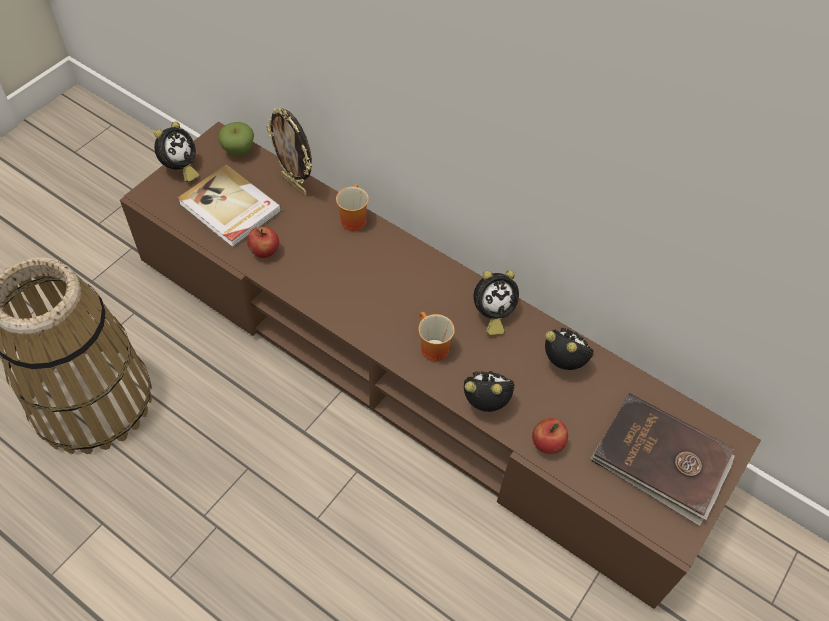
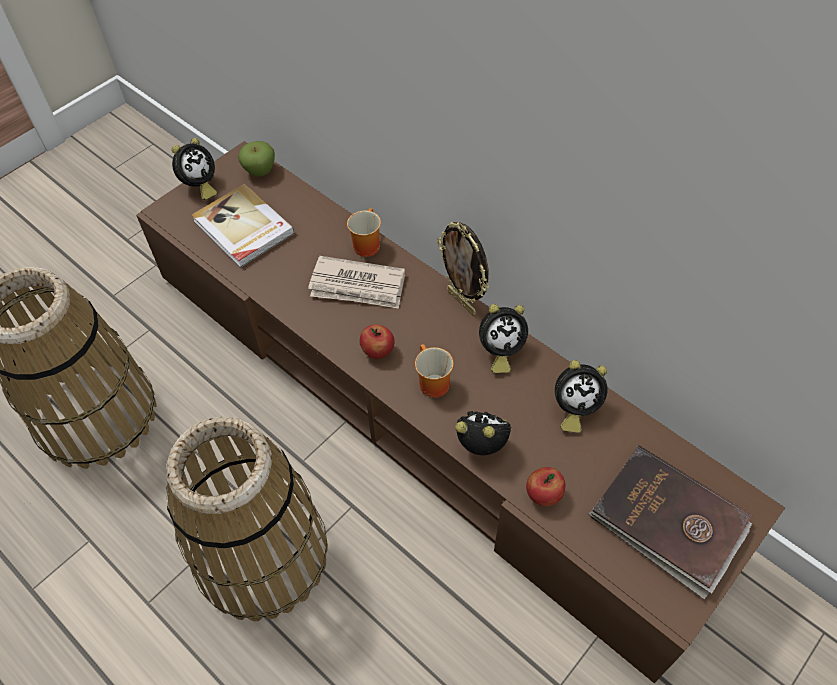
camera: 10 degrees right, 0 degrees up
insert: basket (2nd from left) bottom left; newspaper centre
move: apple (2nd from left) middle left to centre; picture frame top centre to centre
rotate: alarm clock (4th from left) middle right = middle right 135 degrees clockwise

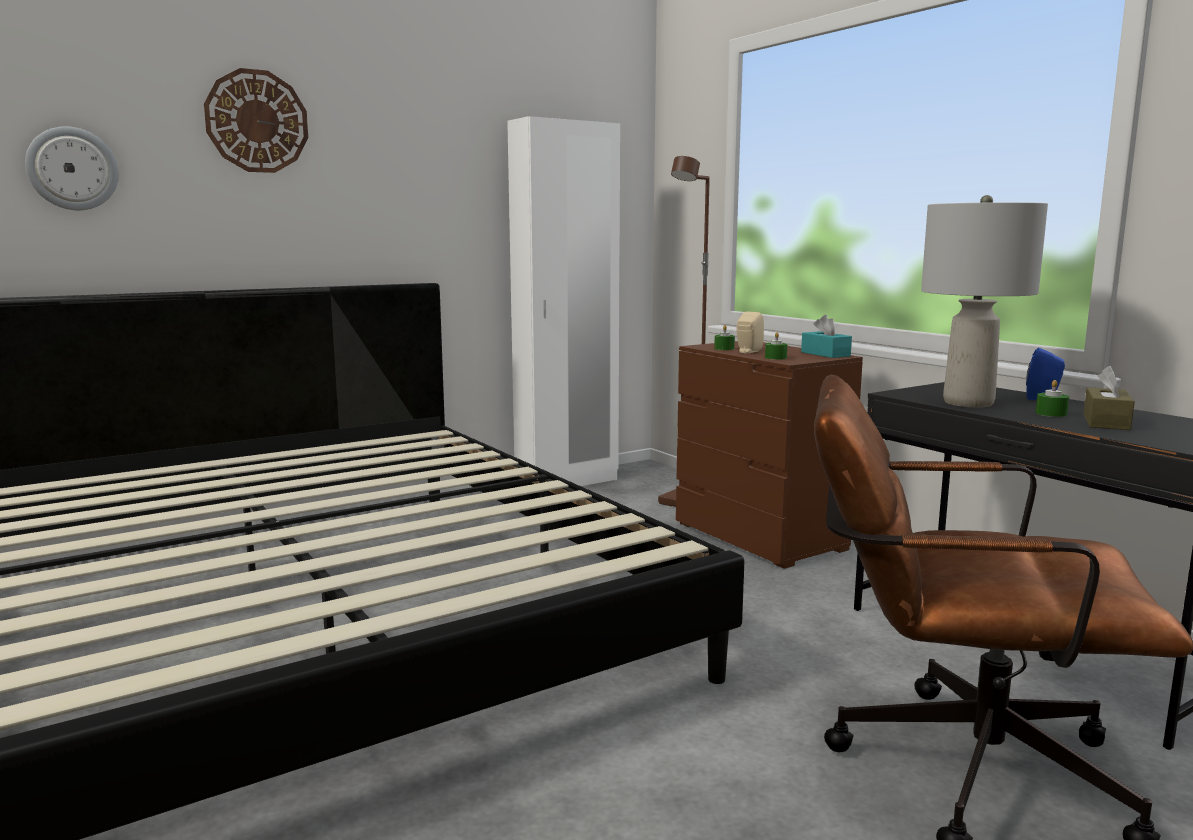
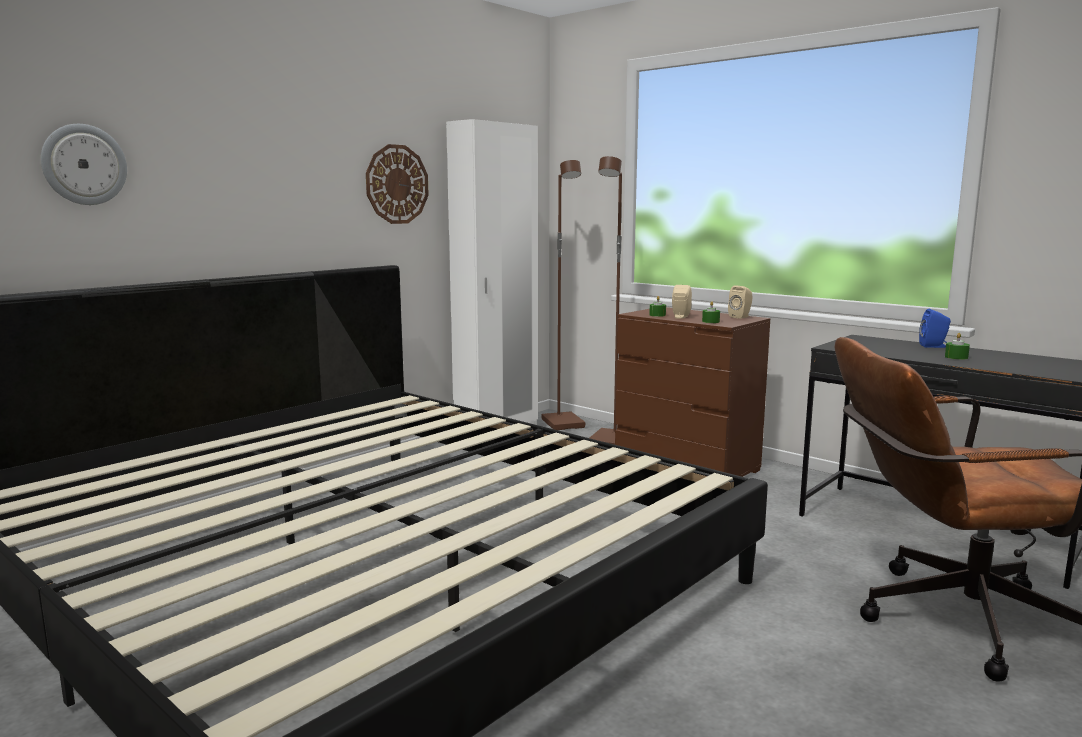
camera: 15 degrees left, 0 degrees up
delete: grey table lamp middle right; brown tissue box middle right
insert: brown floor lamp (1st from left) centre
move: wall clock (2nd from left) top left to top centre
replace: turquoise tissue box middle right to beige speaker (2nd from left) middle right

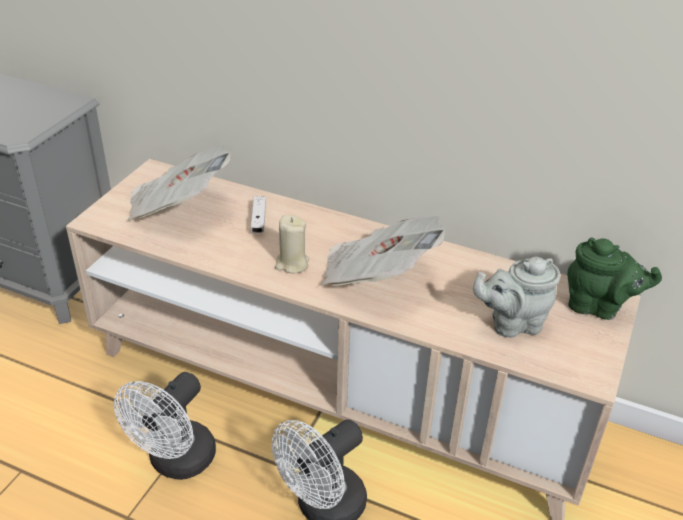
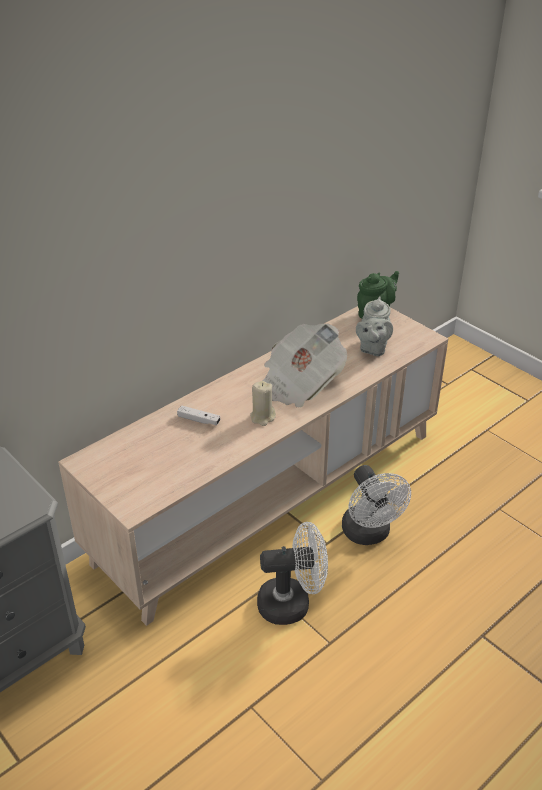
camera: 65 degrees left, 0 degrees up
delete: newspaper (1st from left) middle left
rotate: white fan (1st from left) bottom left = bottom centre 60 degrees counterclockwise

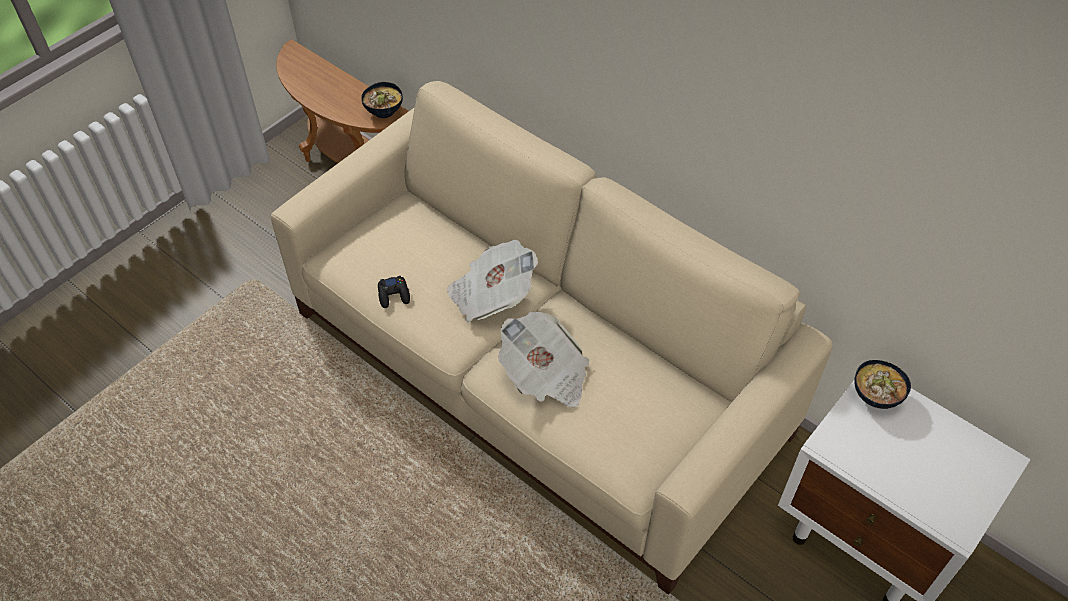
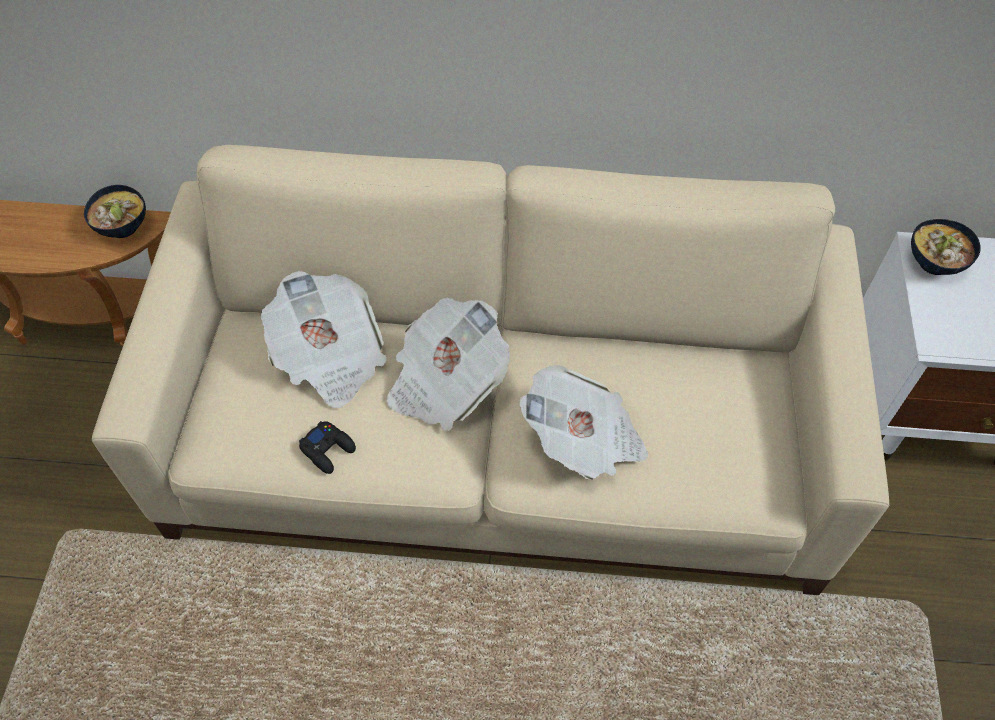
camera: 35 degrees left, 5 degrees up
insert: newspaper (1st from left) middle left

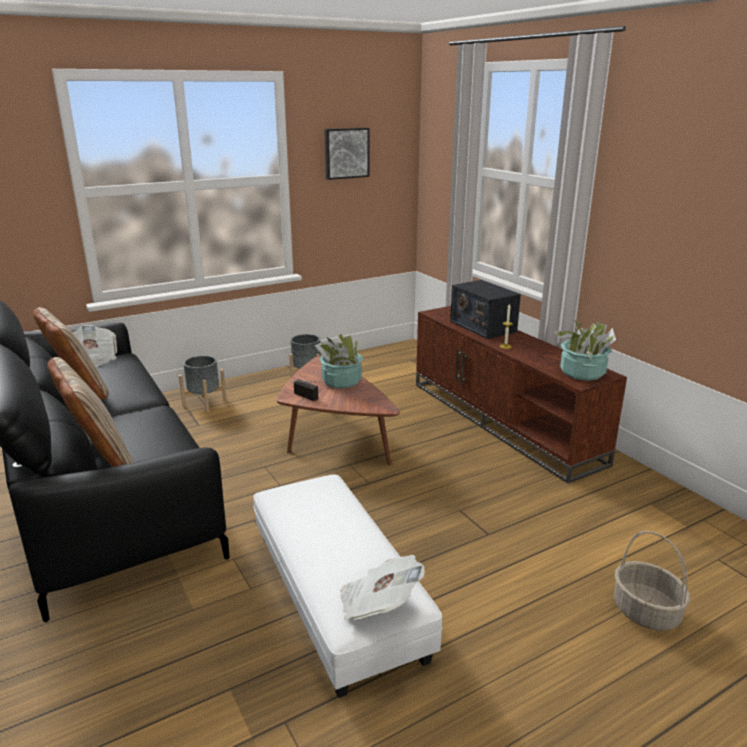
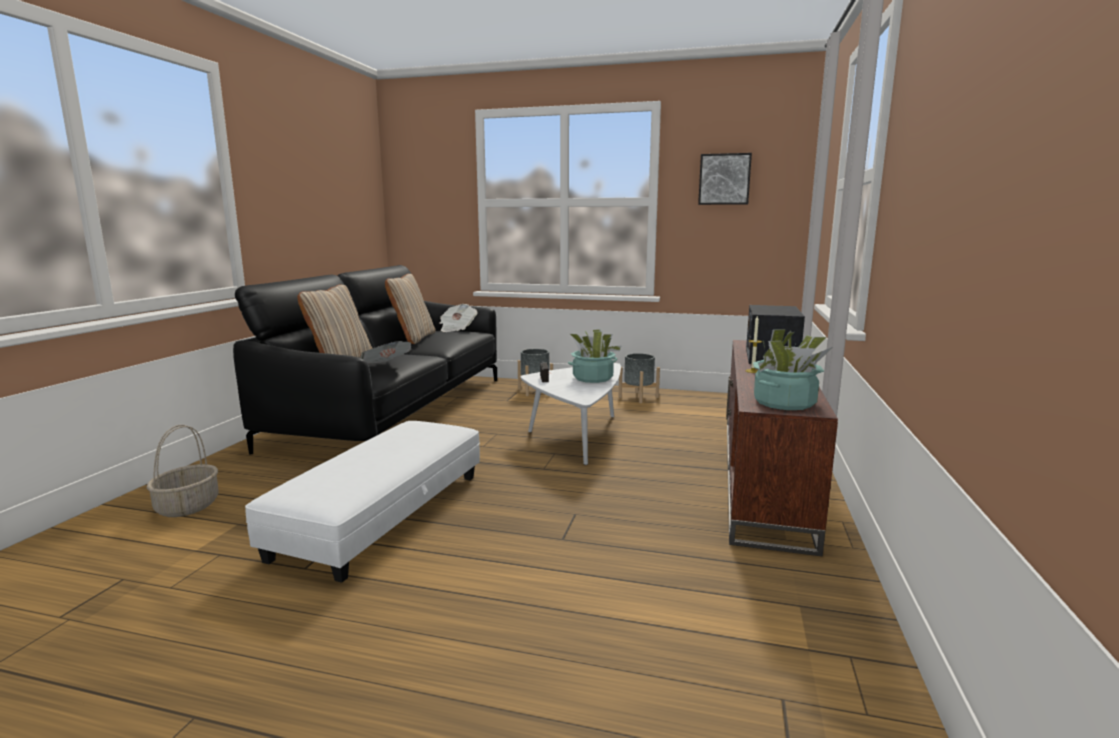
camera: 45 degrees right, 10 degrees down
move: newspaper (2nd from left in the first image) bottom centre to newspaper (1st from left) centre; basket bottom right to middle left
recolor: brown coffee table centre to white coffee table centre

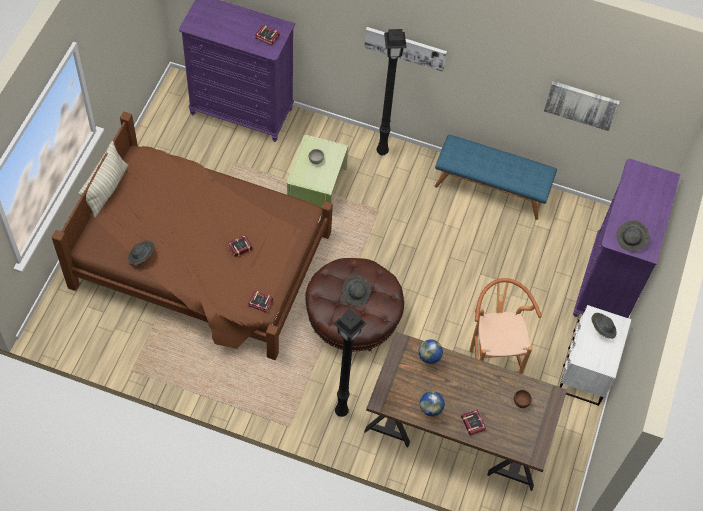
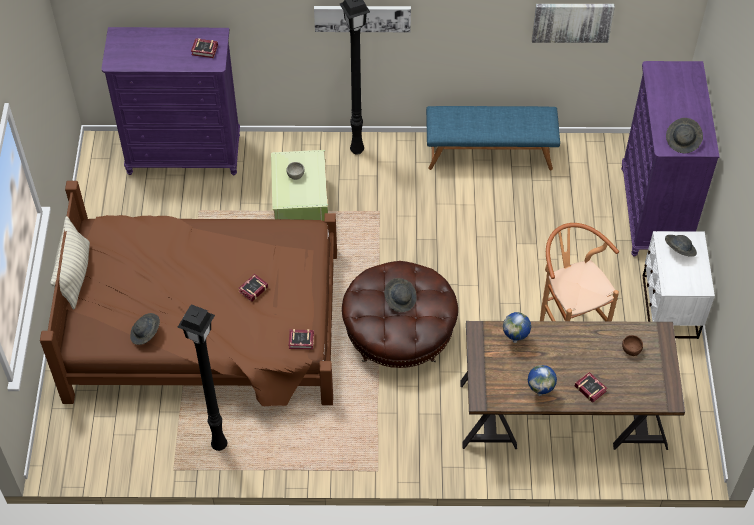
camera: 15 degrees left, 5 degrees down
move: black floor lamp (1st from left) bottom centre to bottom left

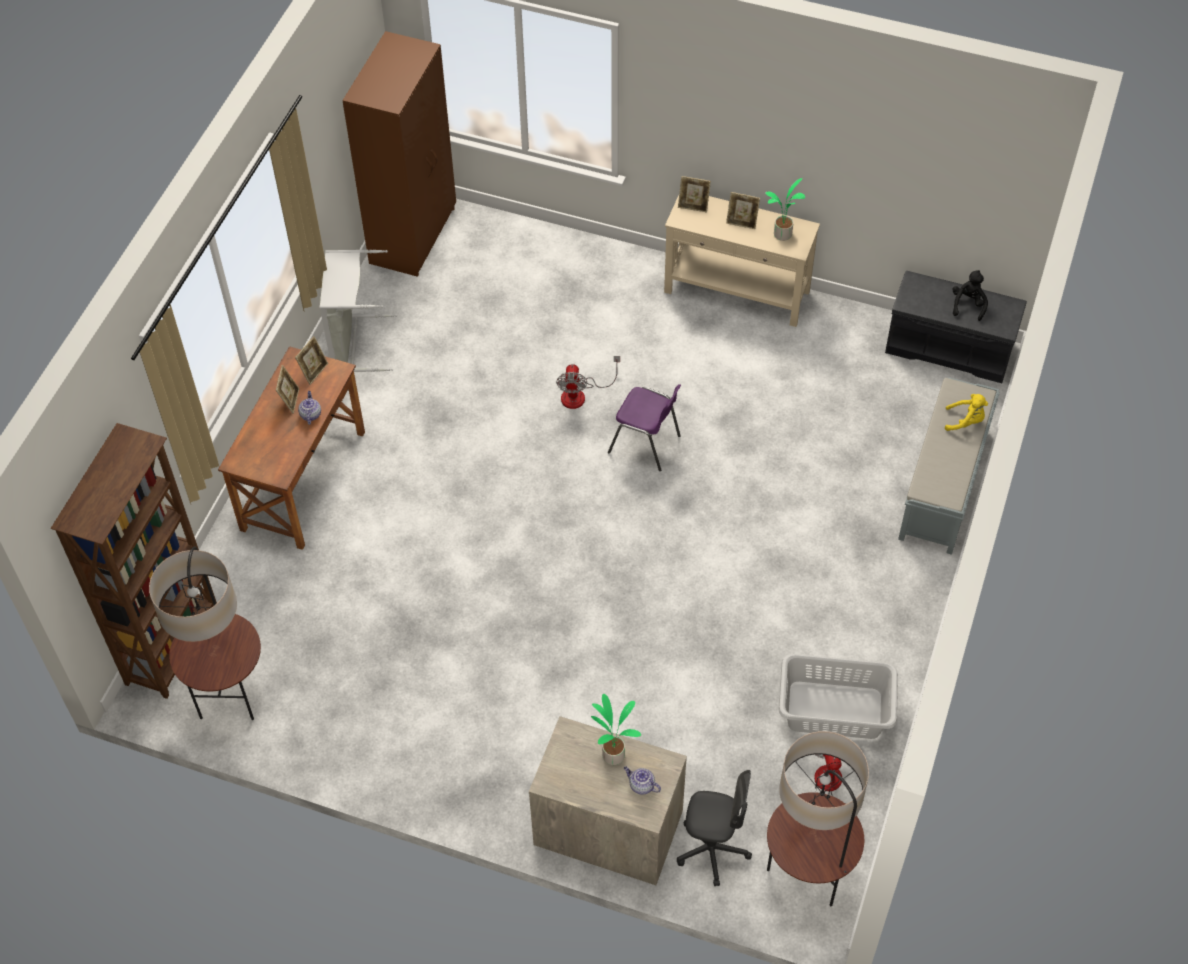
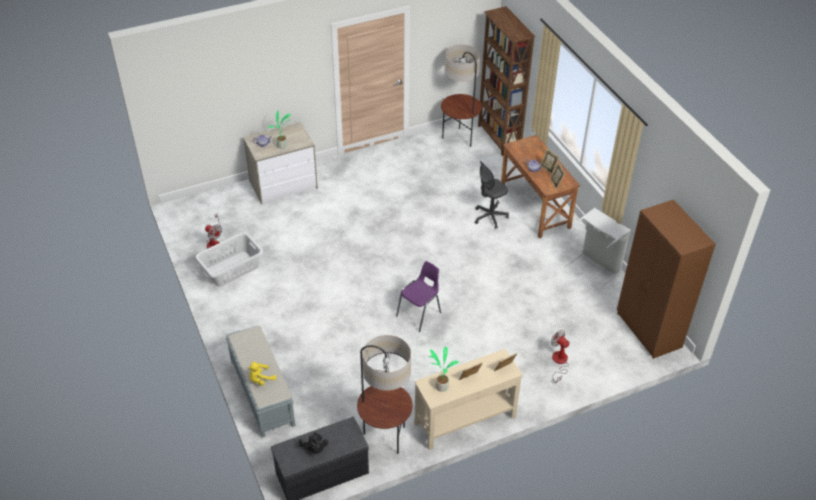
camera: 135 degrees right, 10 degrees down
move: fan (1st from left in the first image) centre to fan (2nd from left) bottom right; grey office chair bottom centre to centre; floor lamp (2nd from left in the first image) bottom right to floor lamp (1st from left) bottom centre
rotate: purple chair centre = centre 150 degrees clockwise

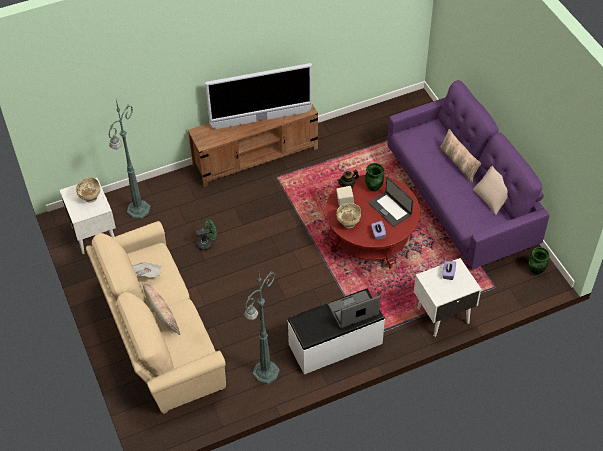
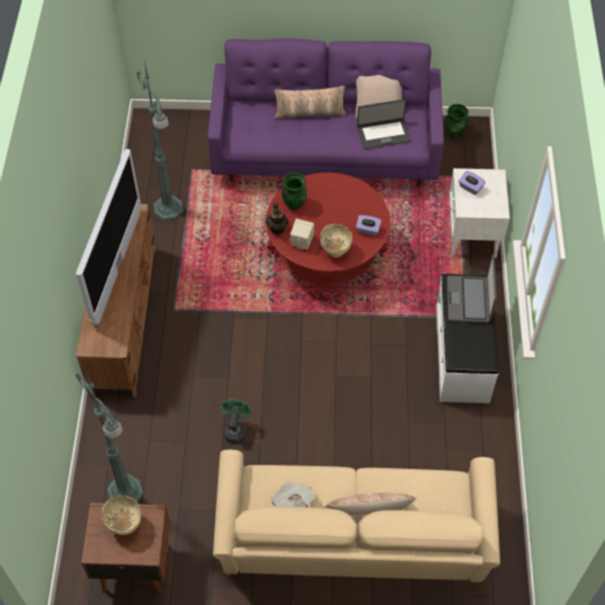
camera: 65 degrees left, 5 degrees up
move: green floor lamp (2nd from left) bottom centre to top left; laptop (2nd from left in the first image) centre to laptop (1st from left) top centre
recolor: white nightstand (1st from left) middle left to brown nightstand bottom left

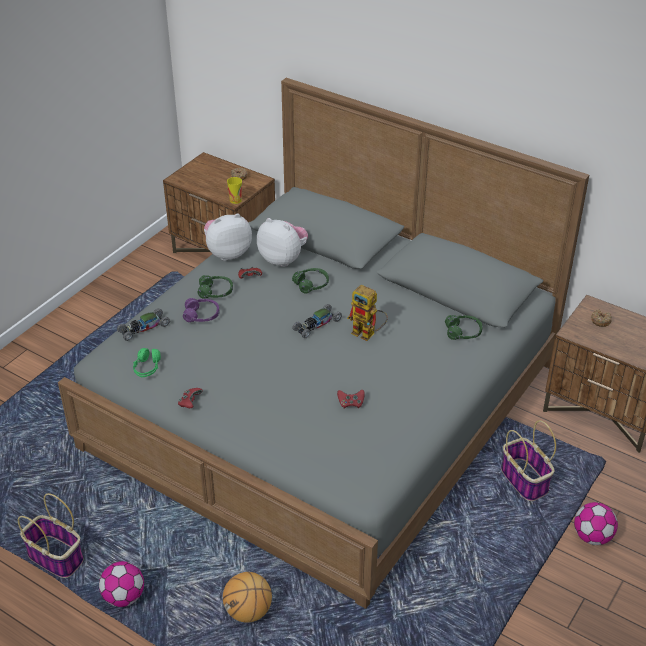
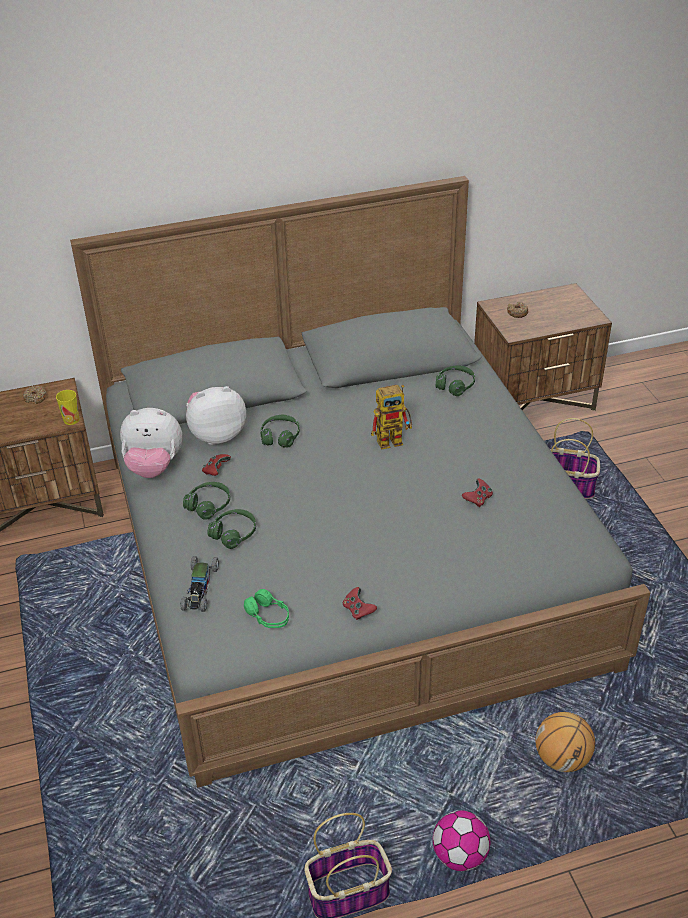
camera: 50 degrees left, 0 degrees up
delete: toy car (2nd from left) centre; football (2nd from left) bottom right
recolor: purple headphones middle left to green headphones (2nd from left) centre
rotate: plush toy (1st from left) centre = middle left 105 degrees counterclockwise

